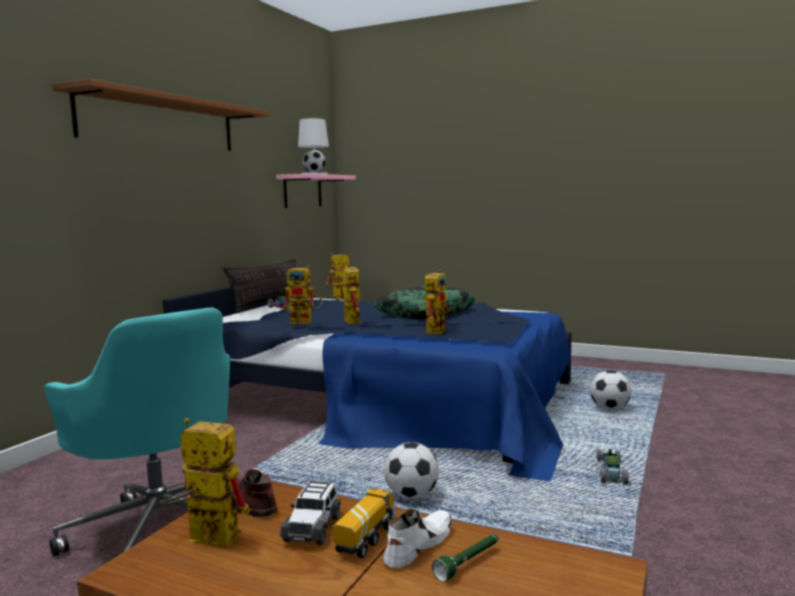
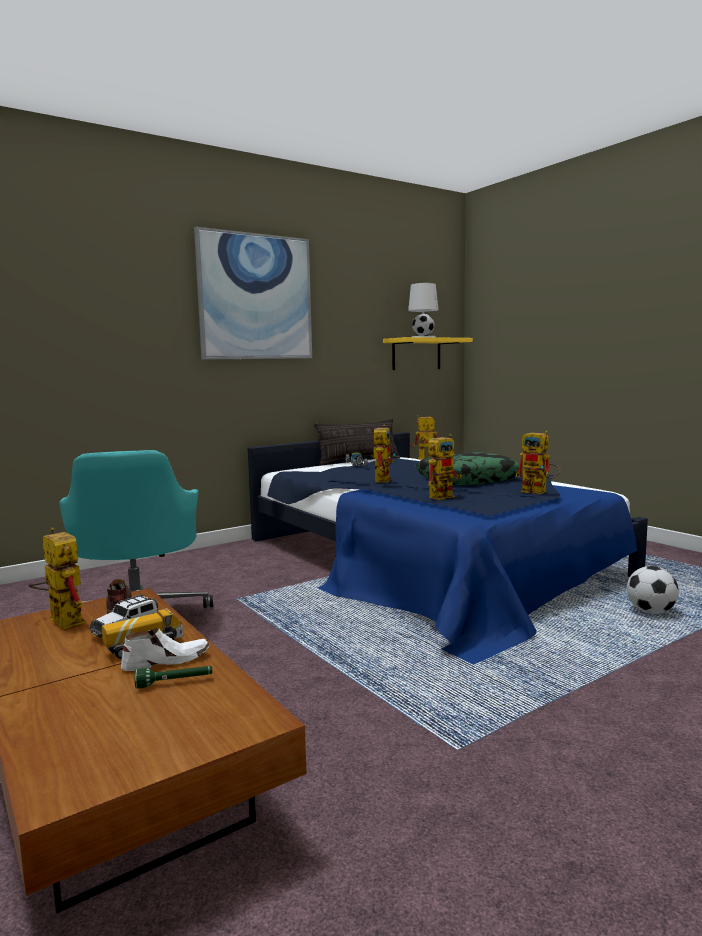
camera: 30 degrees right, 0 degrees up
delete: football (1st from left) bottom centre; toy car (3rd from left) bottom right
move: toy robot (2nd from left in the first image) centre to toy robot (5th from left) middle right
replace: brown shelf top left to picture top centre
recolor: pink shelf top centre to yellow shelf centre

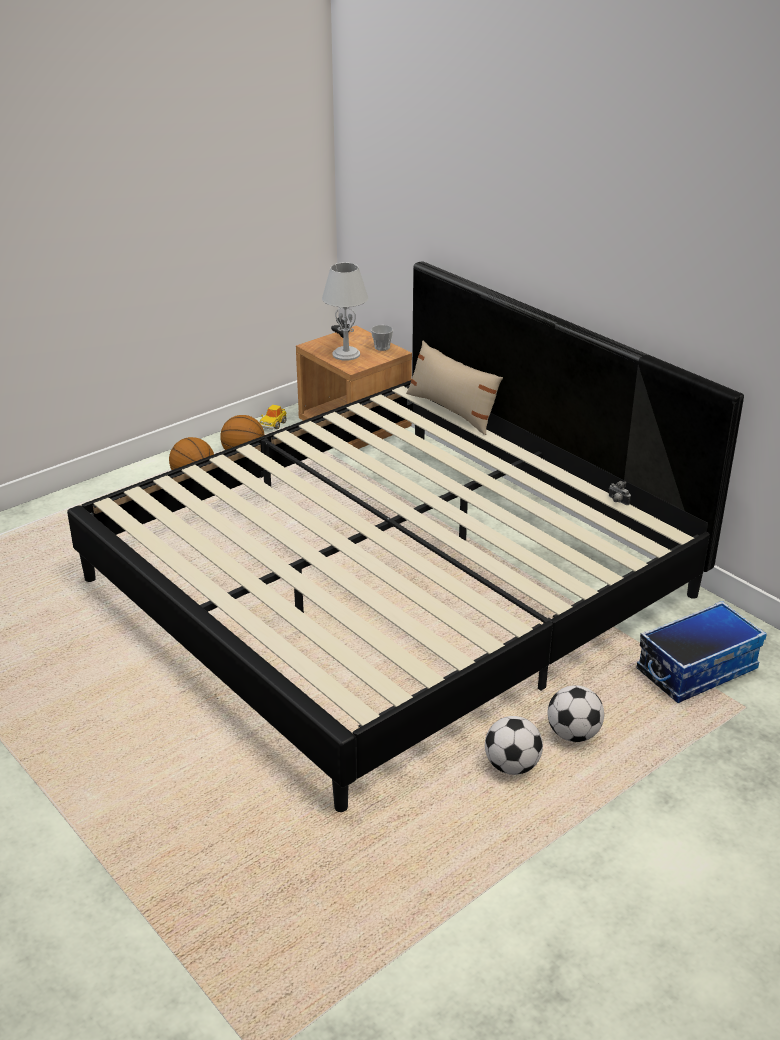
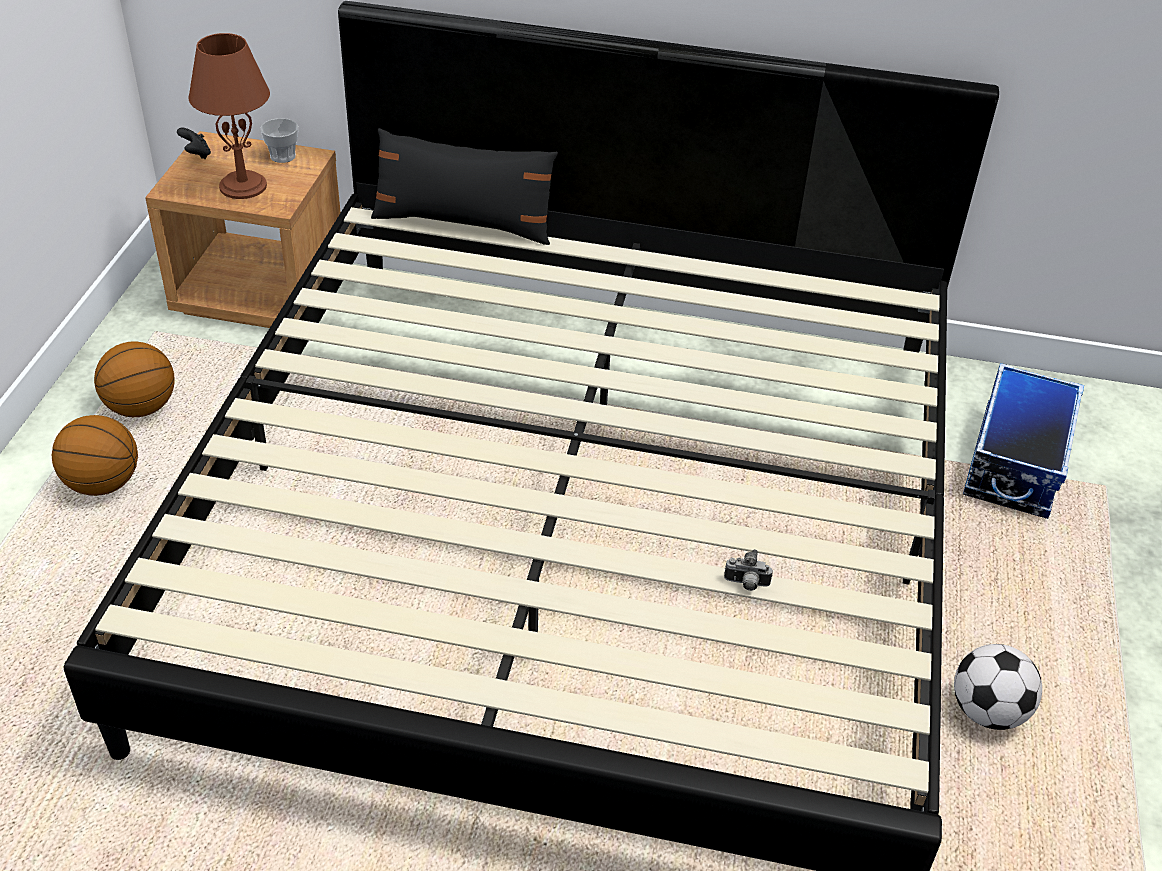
camera: 40 degrees left, 10 degrees up
delete: toy car centre; football (2nd from left) bottom right
move: photo camera middle right to centre
recolor: grey table lamp top centre to brown table lamp top left; beige pillow centre to black pillow top centre

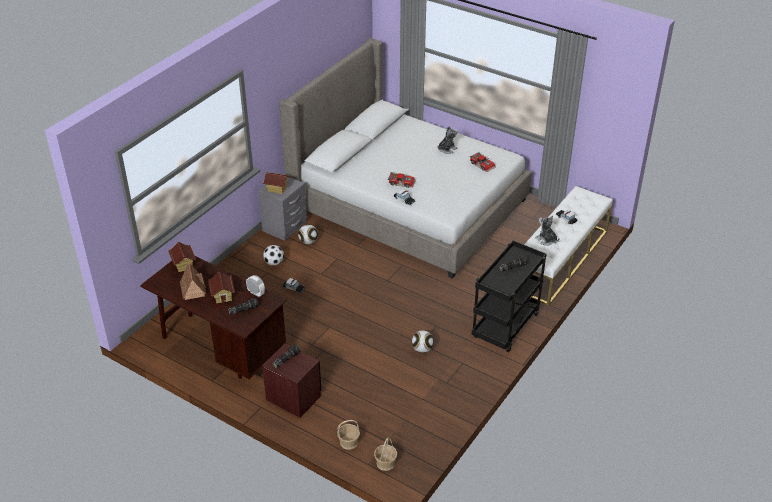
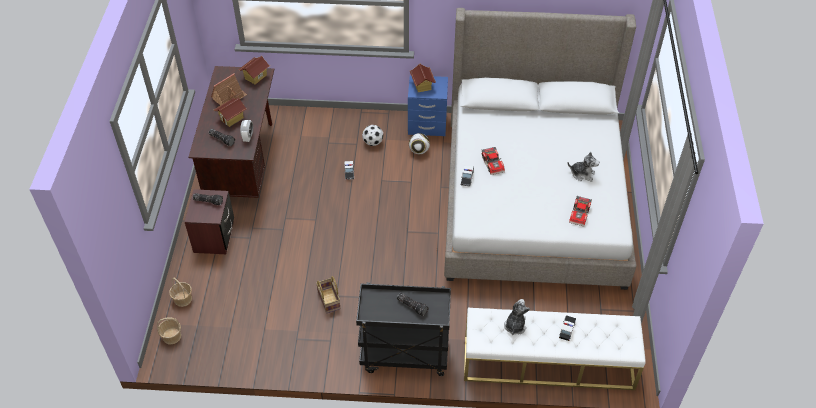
camera: 60 degrees right, 10 degrees up
replace: football (3rd from left) bottom centre to basket (3rd from left) bottom centre
recolor: grey nightstand centre to blue nightstand top centre

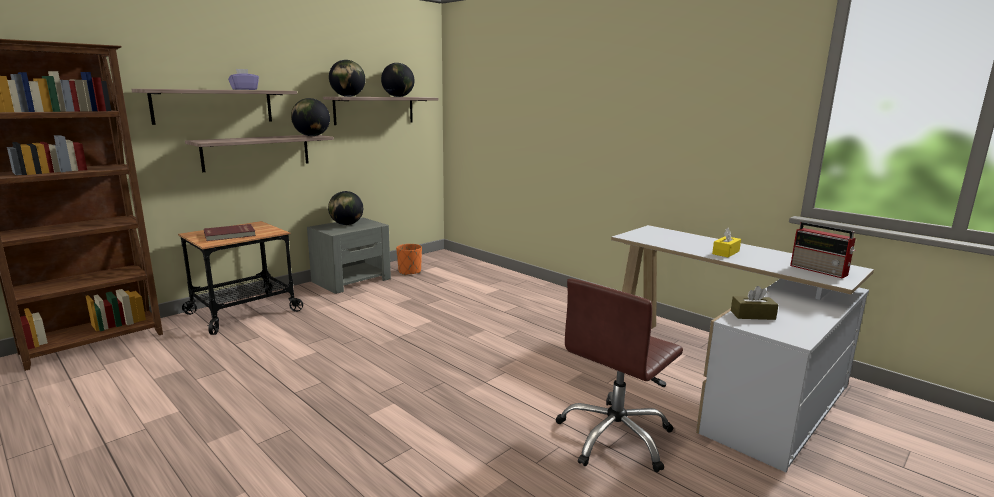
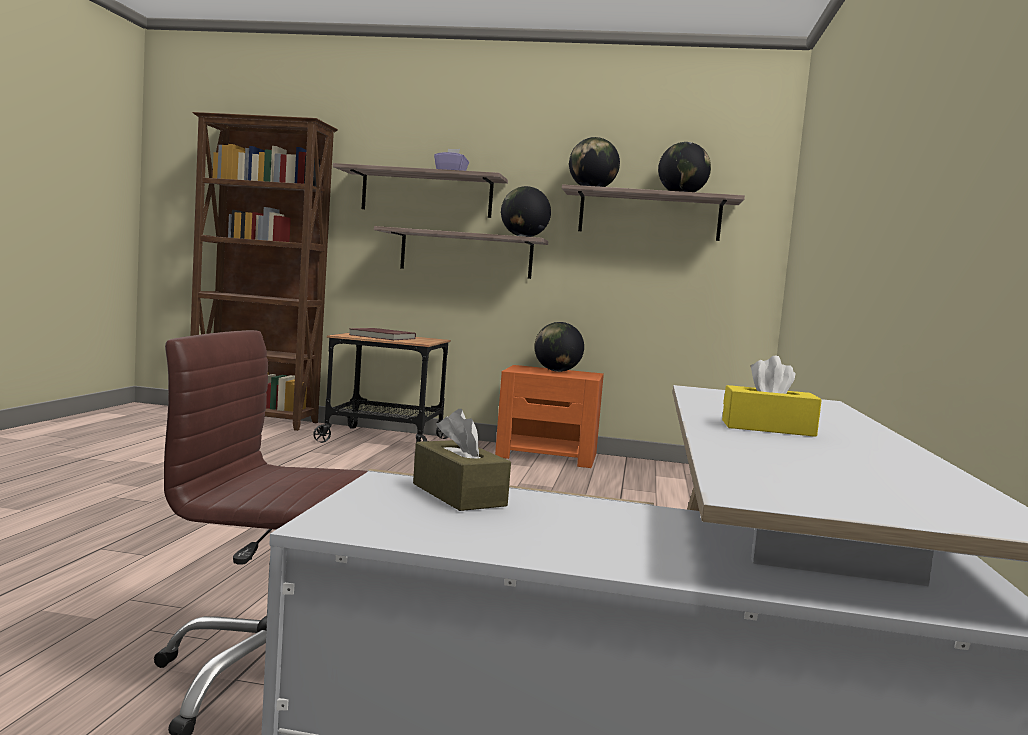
camera: 55 degrees right, 10 degrees down
delete: orange planter centre; radio middle right
recolor: grey nightstand centre to orange nightstand centre

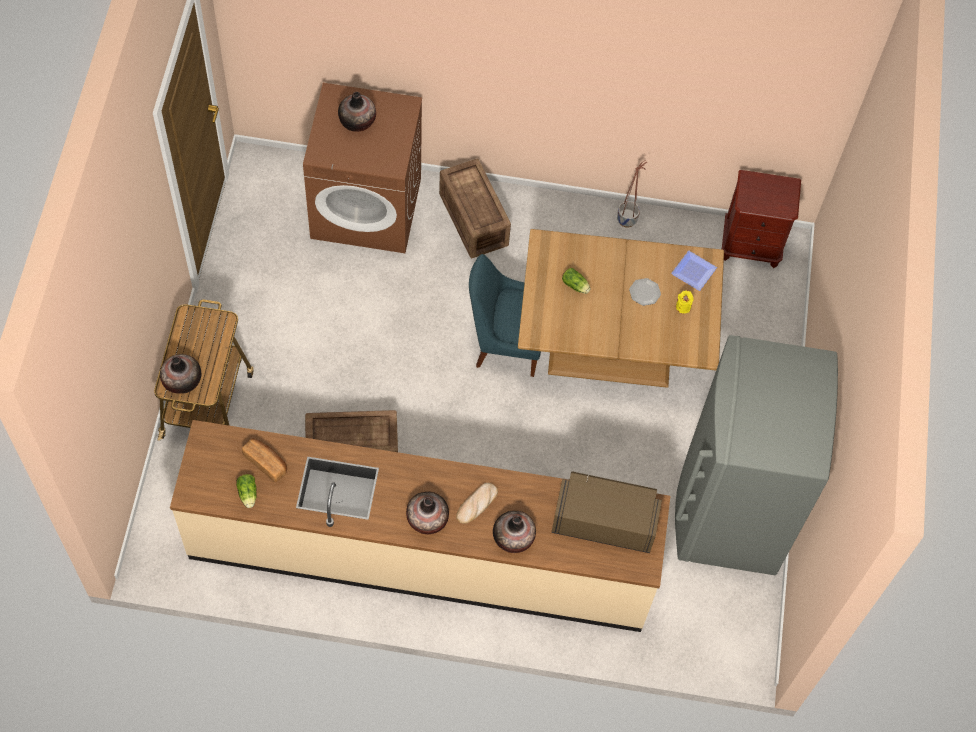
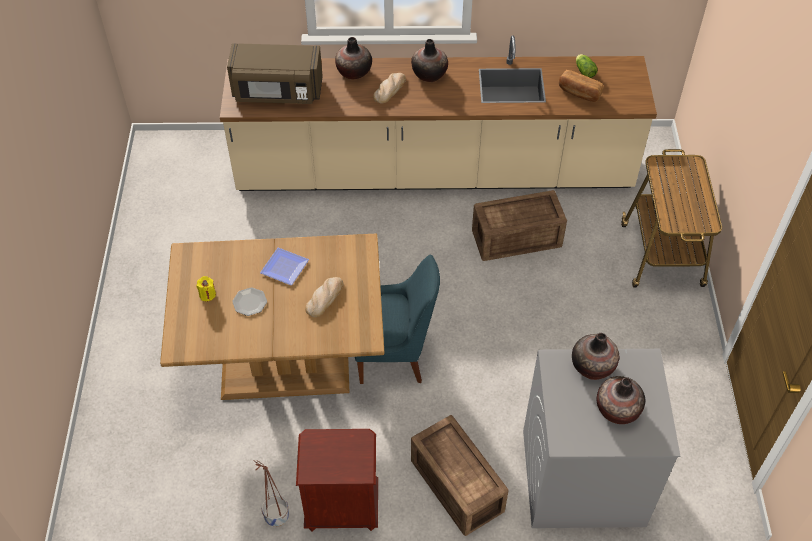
camera: 175 degrees right, 10 degrees down
delete: grey fridge middle right
move: vase (1st from left in the first image) middle left to vase (3rd from left) middle right; plate (2nd from left) middle right to centre; brown nightstand top right to bottom centre
replace: lettuce (2nd from left) centre to bread (1st from left) centre
recolor: brown washing machine top centre to grey washing machine bottom right

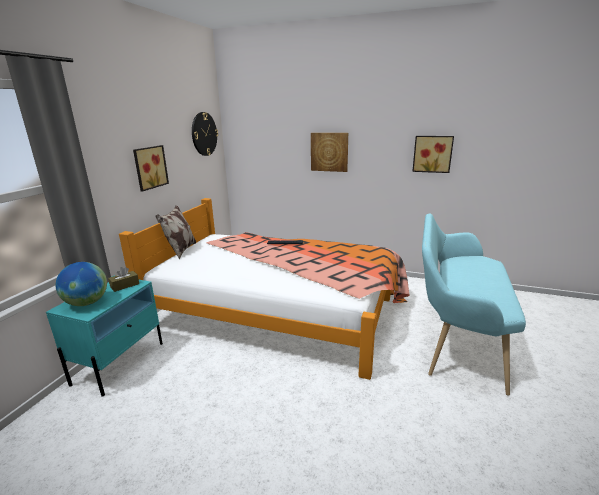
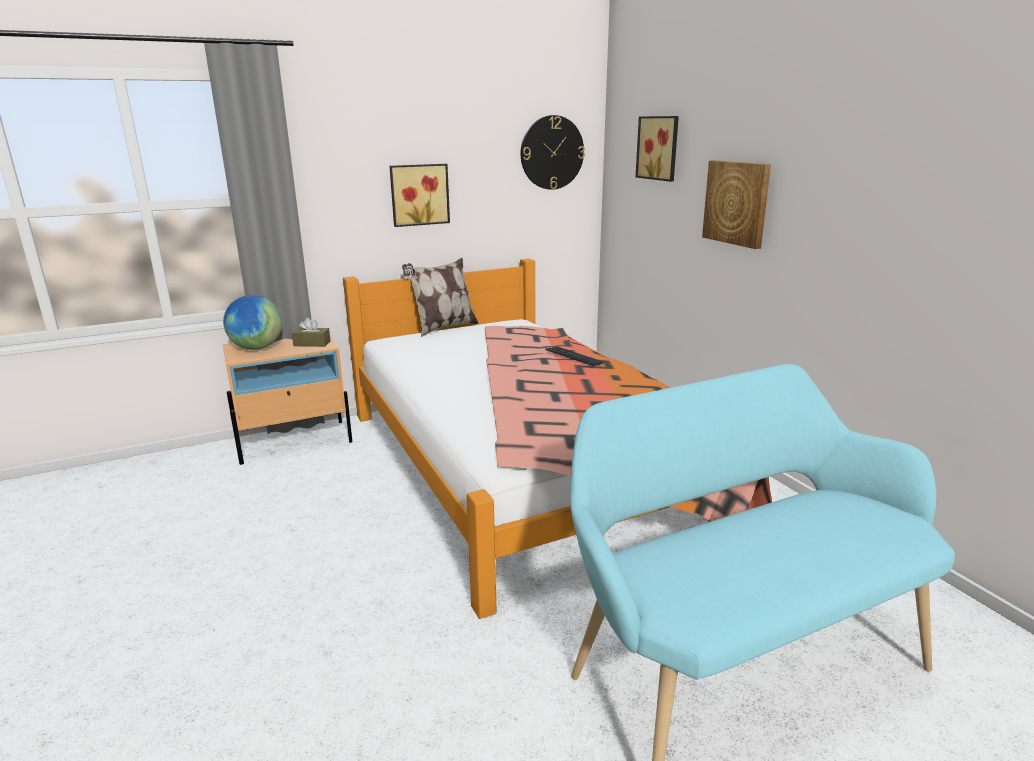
camera: 45 degrees right, 0 degrees up
move: picture (3rd from left in the first image) top right to picture (2nd from left) top centre
recolor: turquoise nightstand bottom left to beige nightstand middle left

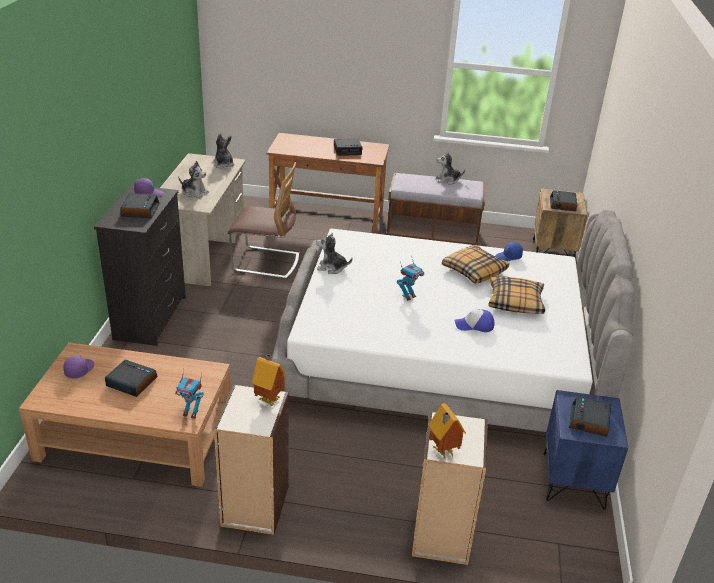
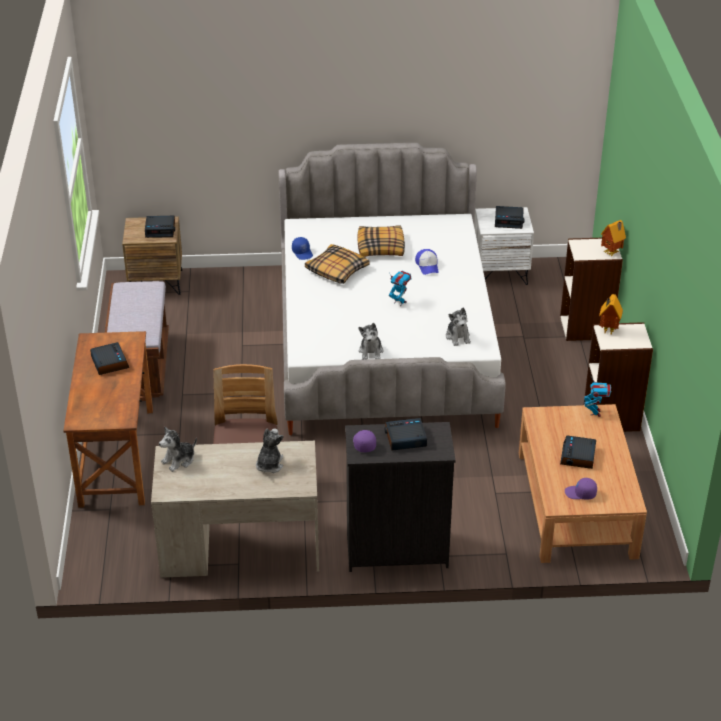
camera: 100 degrees left, 5 degrees up
move: plush toy (4th from left) top centre to centre
recolor: blue nightstand bottom right to white nightstand middle right

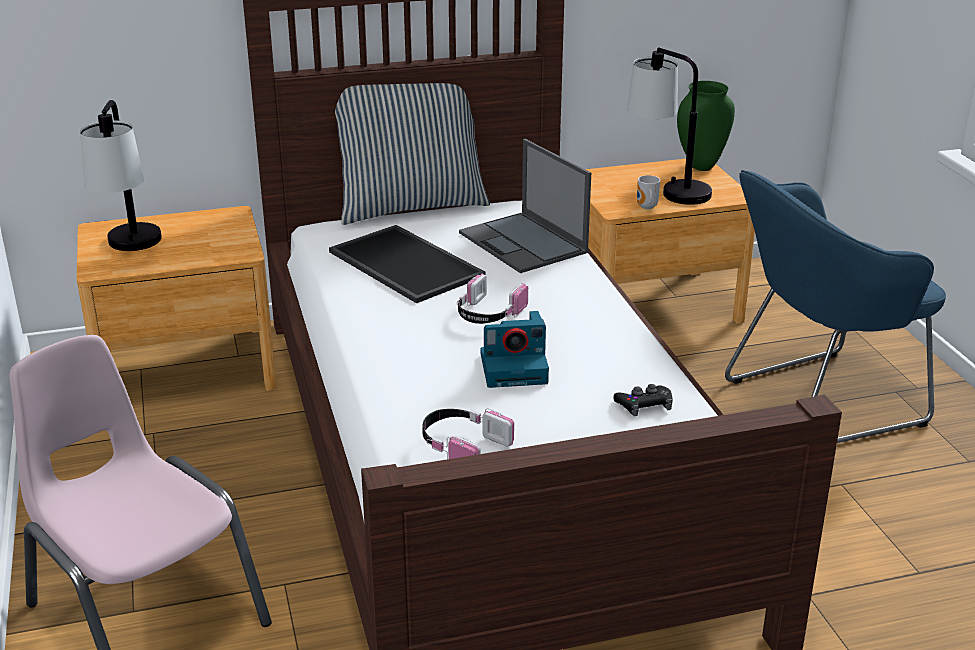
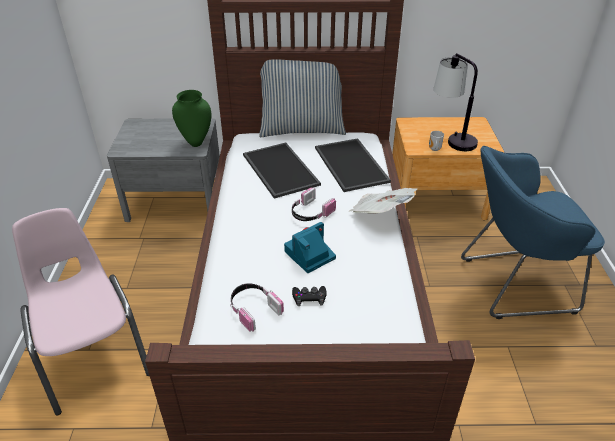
camera: 15 degrees right, 10 degrees up
delete: table lamp (1st from left) top left
insert: newspaper centre
move: black game controller centre to bottom centre; green vase top right to top left
replace: laptop top centre to tray (2nd from left) centre
recolor: brown nightstand (1st from left) middle left to grey nightstand middle left
rotate: photo camera centre = centre 135 degrees clockwise

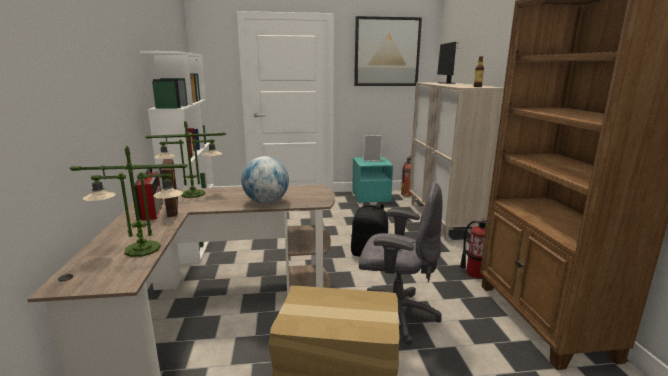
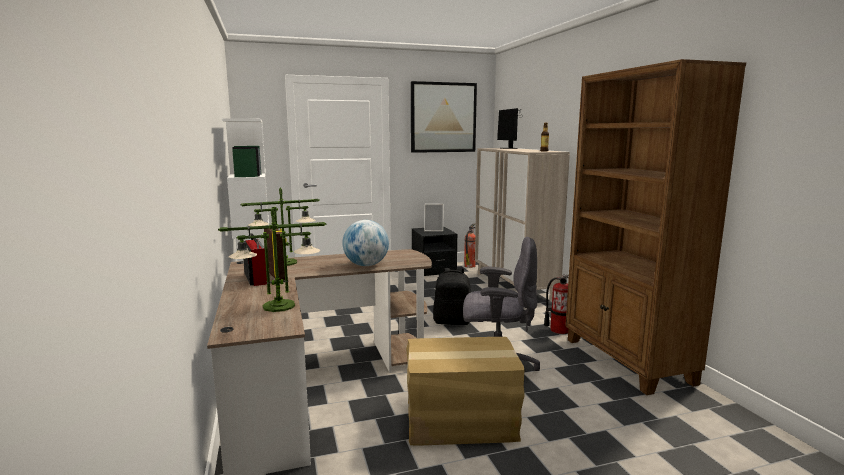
camera: 10 degrees left, 5 degrees down
recolor: turquoise nightstand centre to black nightstand centre

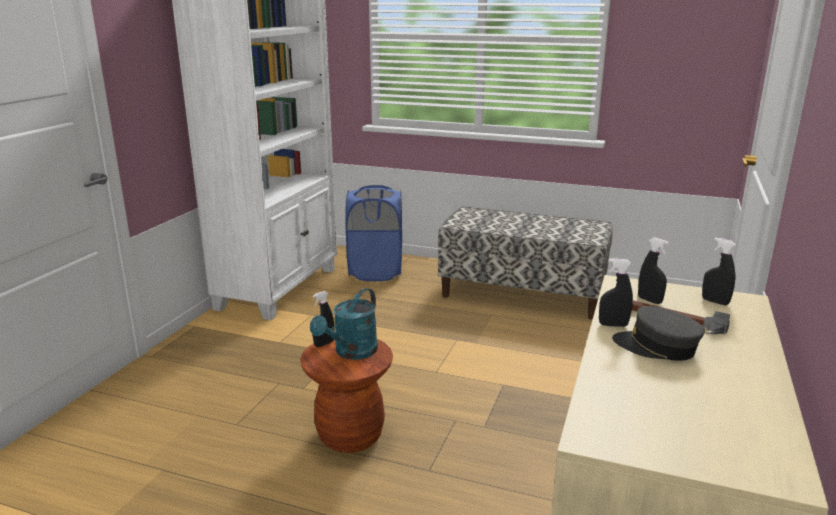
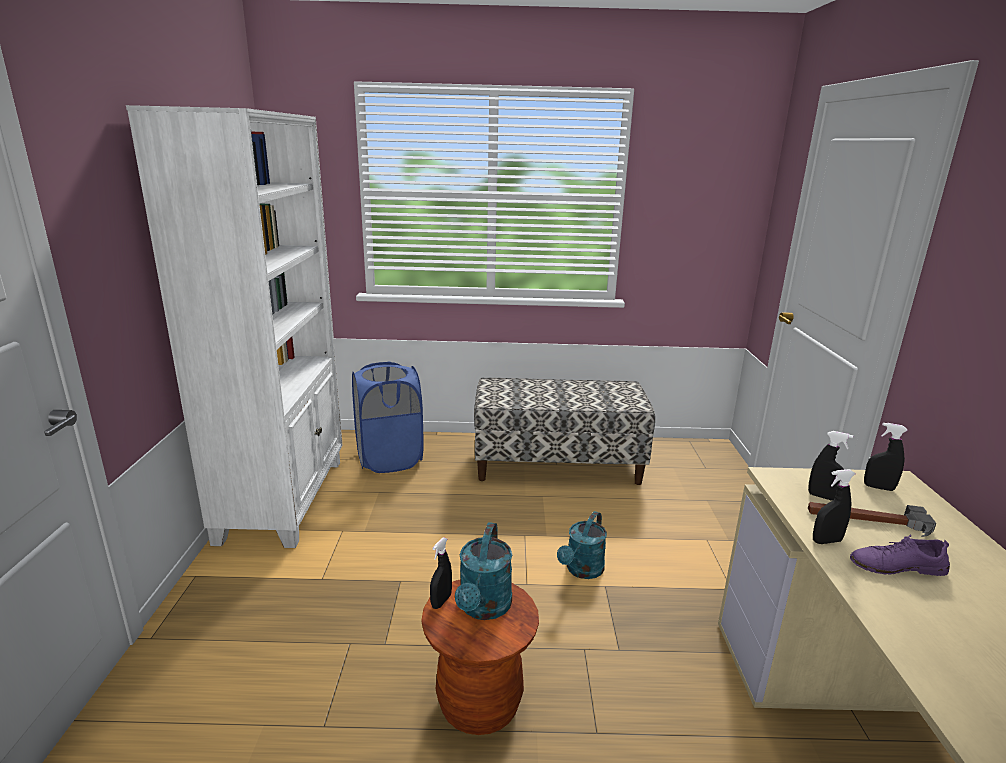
camera: 20 degrees left, 0 degrees up
insert: turquoise watering can (2nd from left) bottom centre
replace: grey cap middle right to purple shoe bottom right

